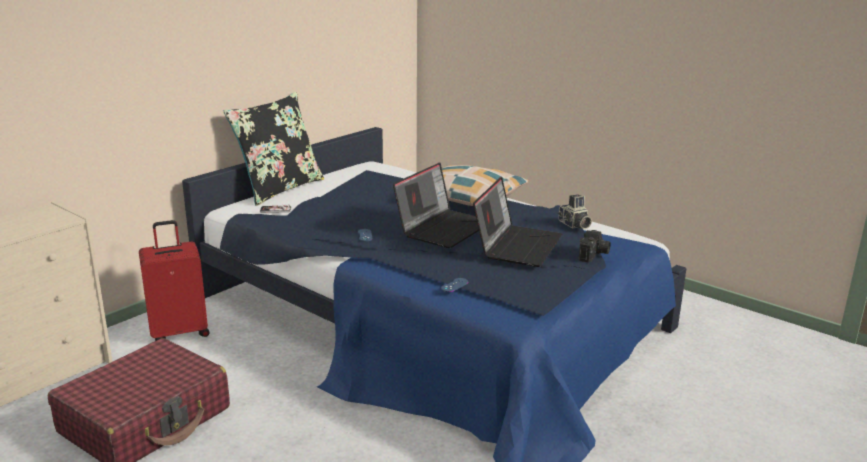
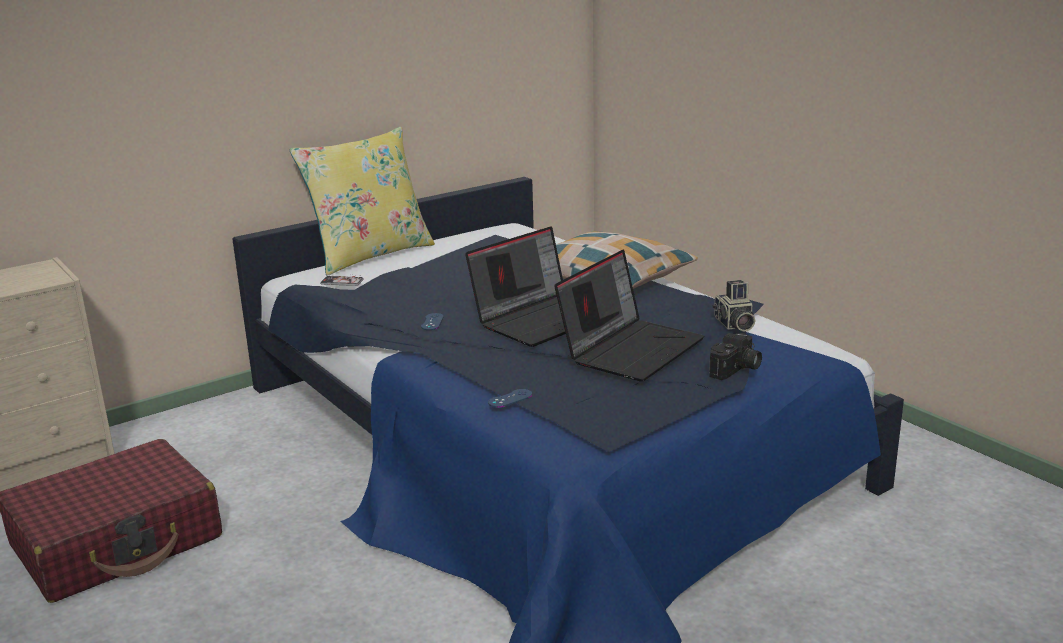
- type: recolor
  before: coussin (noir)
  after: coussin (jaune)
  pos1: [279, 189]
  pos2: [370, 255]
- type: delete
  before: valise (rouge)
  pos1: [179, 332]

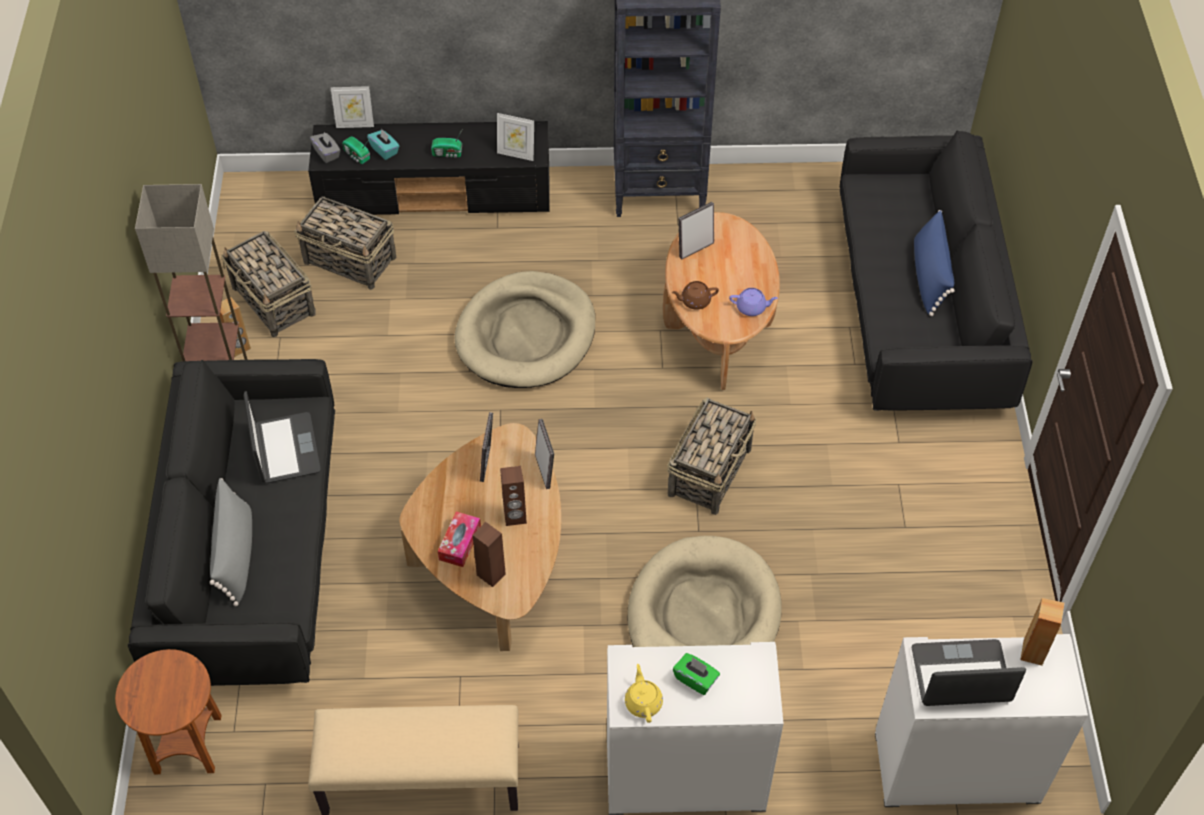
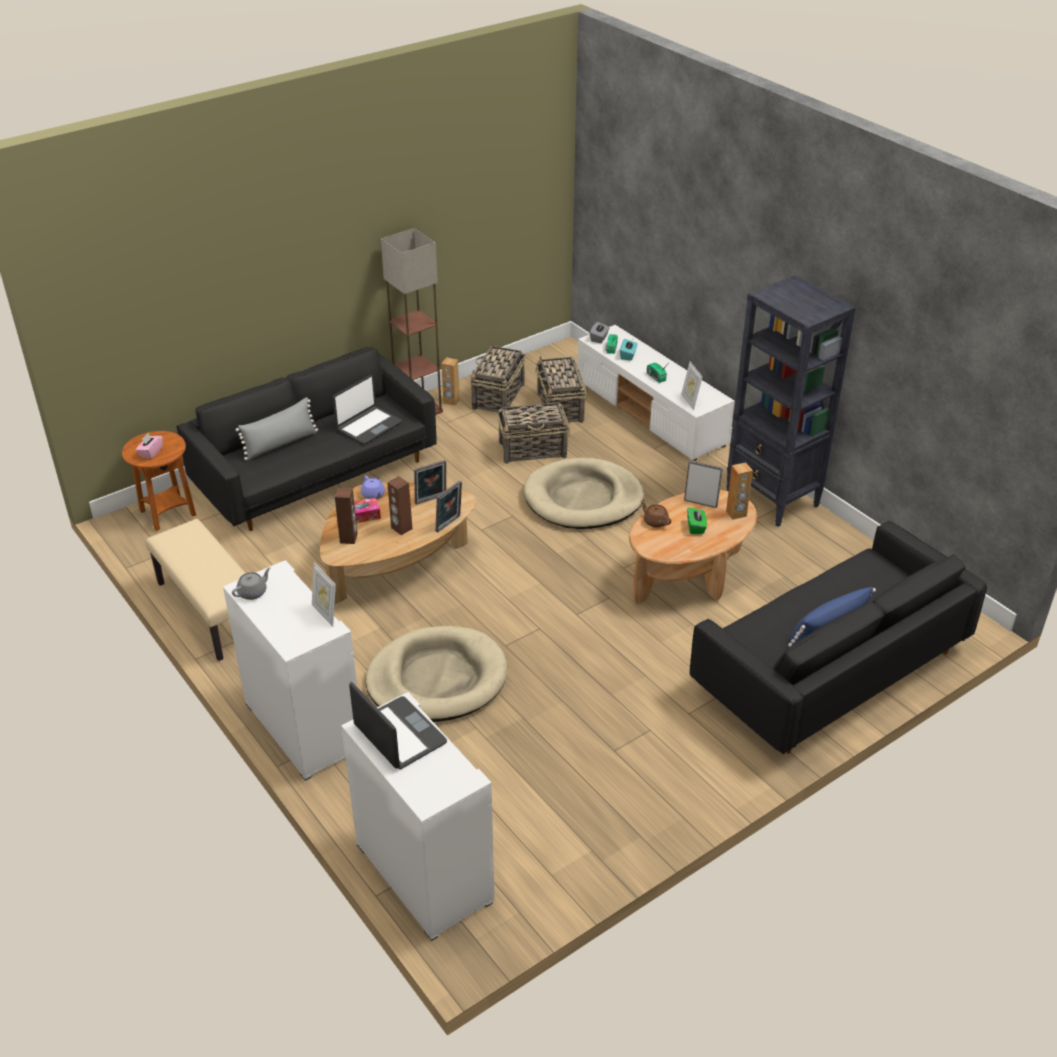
- type: move
  before: cadre photo
  pos1: [355, 124]
  pos2: [326, 614]
- type: recolor
  before: meuble télé (noir)
  after: meuble télé (blanc)
  pos1: [436, 193]
  pos2: [651, 413]
- type: move
  before: théière (violet)
  pos1: [752, 308]
  pos2: [373, 495]
- type: move
  before: panier
  pos1: [710, 471]
  pos2: [533, 450]
- type: move
  before: enceinte (marron)
  pos1: [1033, 652]
  pos2: [736, 514]
- type: move
  before: boîte à mouchoirs (vert)
  pos1: [695, 679]
  pos2: [696, 527]
- type: recolor
  before: théière (jaune)
  after: théière (gris)
  pos1: [643, 702]
  pos2: [253, 592]
- type: insert
  after: boîte à mouchoirs (rose)
  pos2: [151, 452]

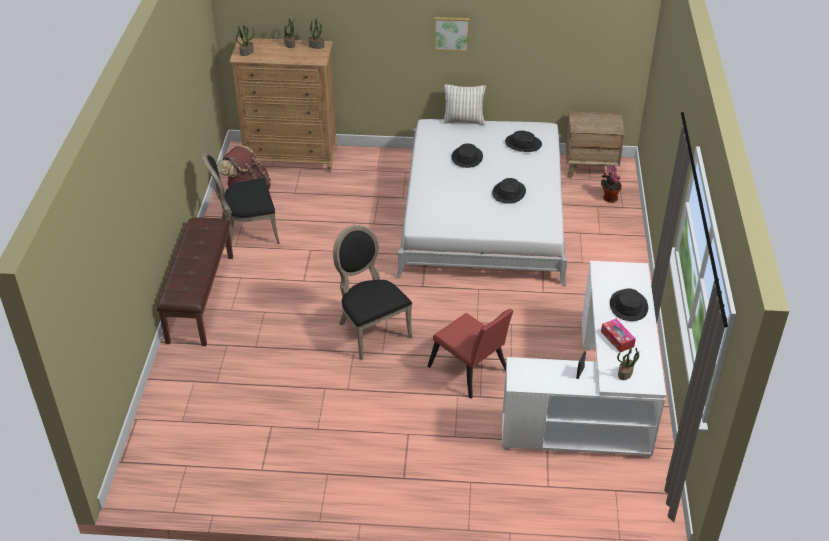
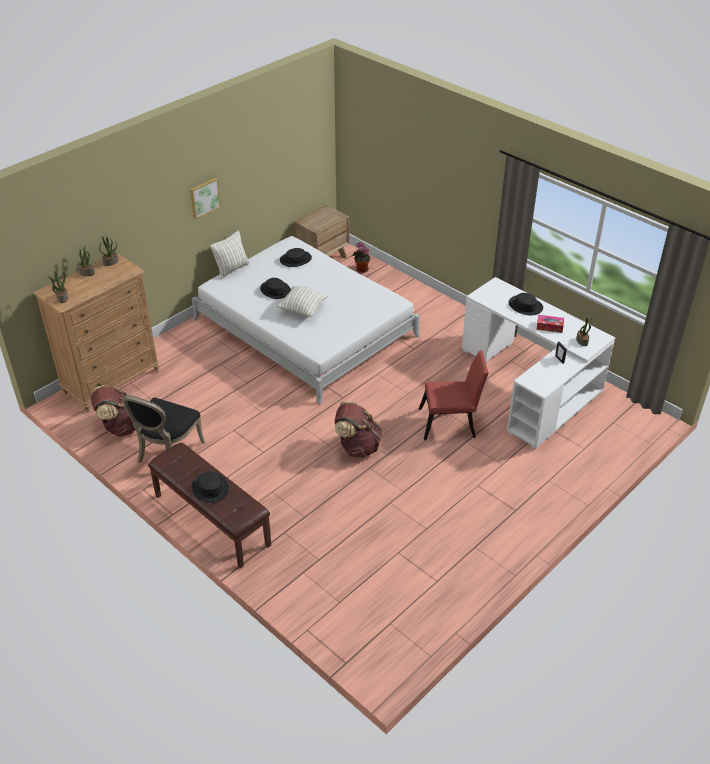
- type: move
  before: chapeau (noir)
  pos1: [508, 192]
  pos2: [210, 488]
- type: replace
  before: chaise (noir)
  after: sac à dos (marron)
  pos1: [371, 330]
  pos2: [357, 447]
- type: insert
  after: coussin
  pos2: [302, 310]

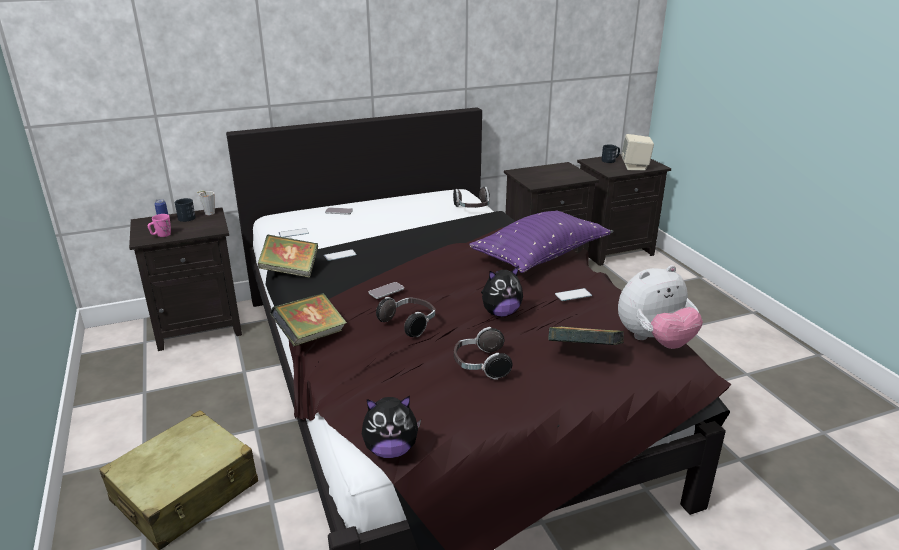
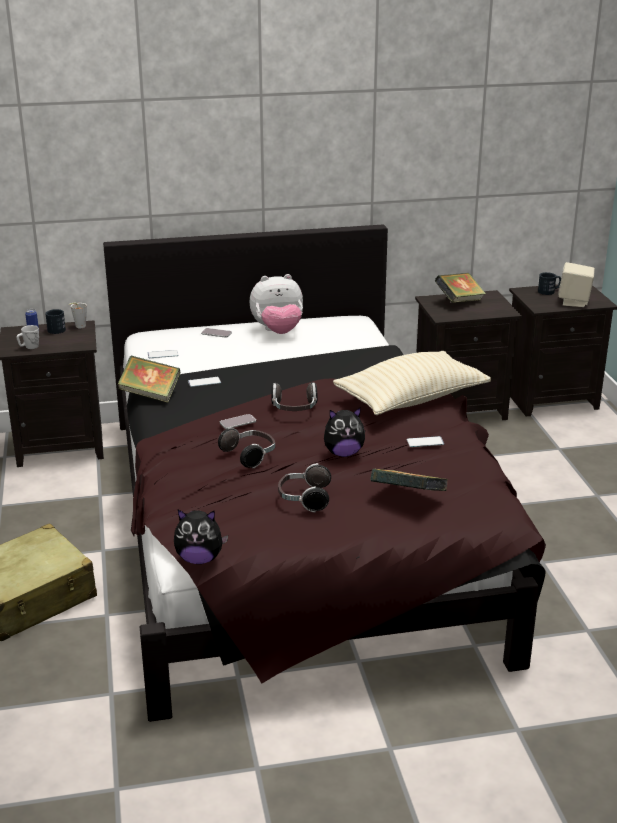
- type: move
  before: casque audio
  pos1: [472, 208]
  pos2: [294, 409]
- type: recolor
  before: coussin (violet)
  after: coussin (beige)
  pos1: [540, 256]
  pos2: [411, 399]
- type: recolor
  before: mug (rose)
  after: mug (blanc)
  pos1: [161, 235]
  pos2: [29, 347]
- type: move
  before: peluche
  pos1: [654, 341]
  pos2: [278, 331]
- type: move
  before: livre
  pos1: [311, 336]
  pos2: [459, 301]

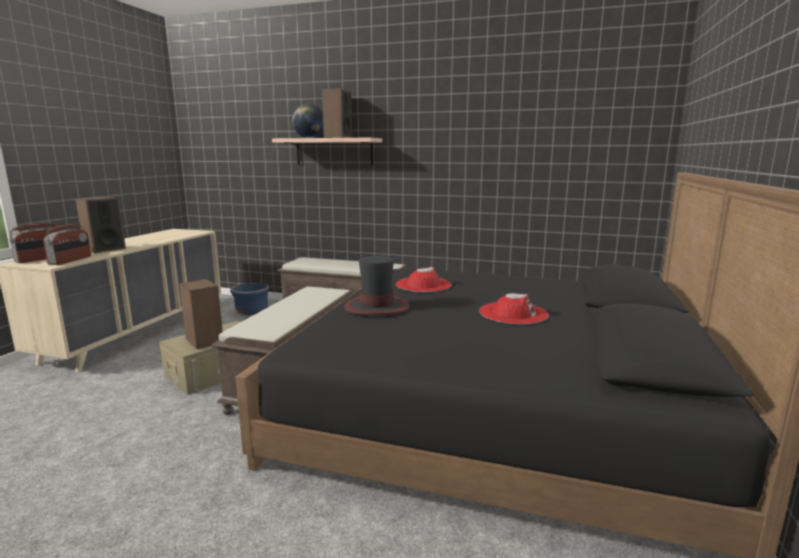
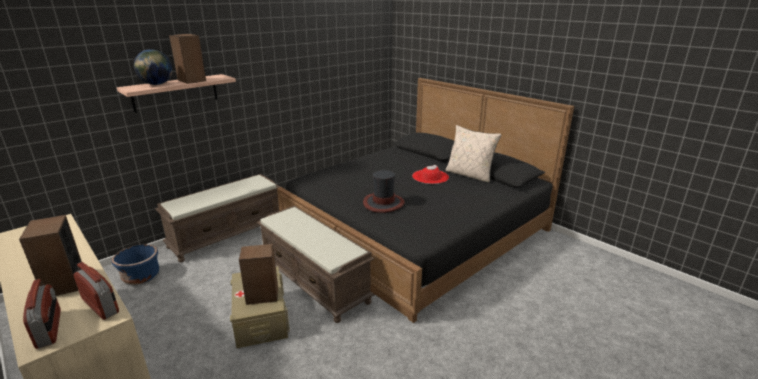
- type: delete
  before: chapeau (rouge)
  pos1: [423, 285]
- type: insert
  after: coussin (beige)
  pos2: [469, 175]

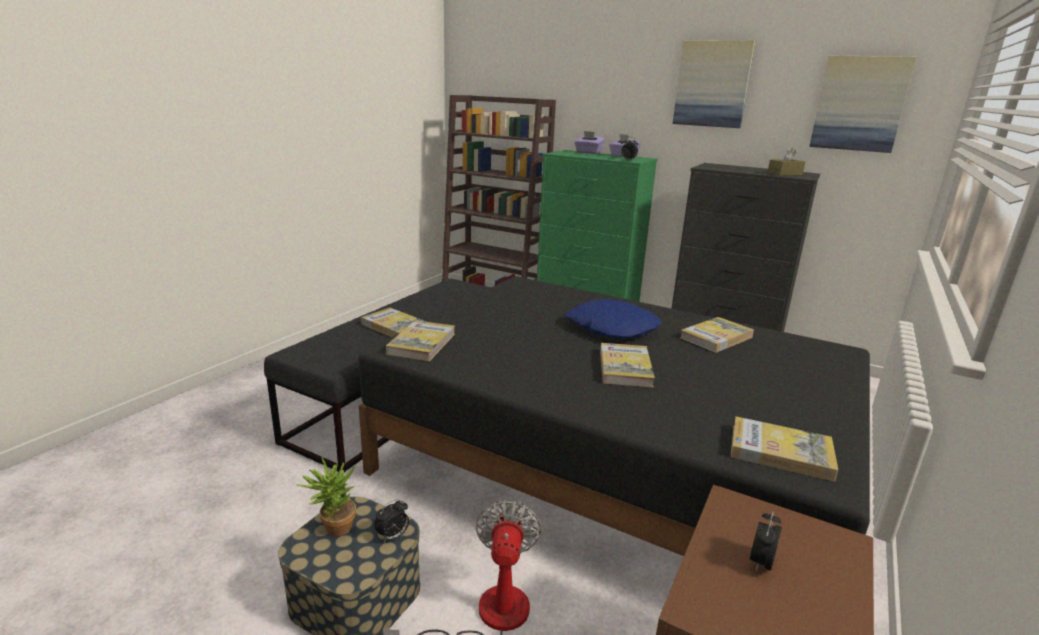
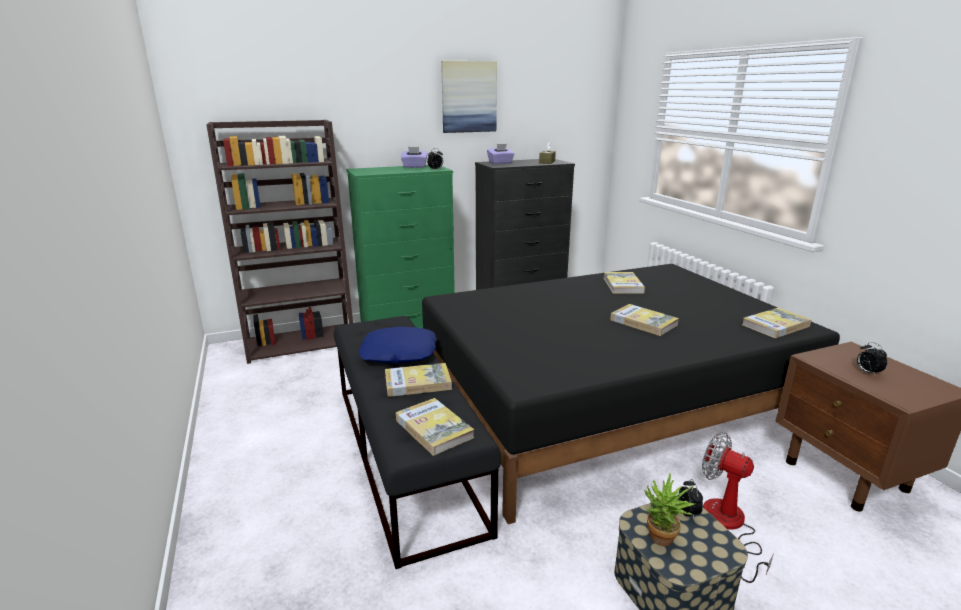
- type: delete
  before: tableau
  pos1: [860, 104]
- type: move
  before: boîte à mouchoirs (violet)
  pos1: [588, 153]
  pos2: [500, 163]
- type: move
  before: coussin (bleu)
  pos1: [611, 328]
  pos2: [398, 353]
- type: move
  before: livre
  pos1: [422, 343]
  pos2: [434, 429]

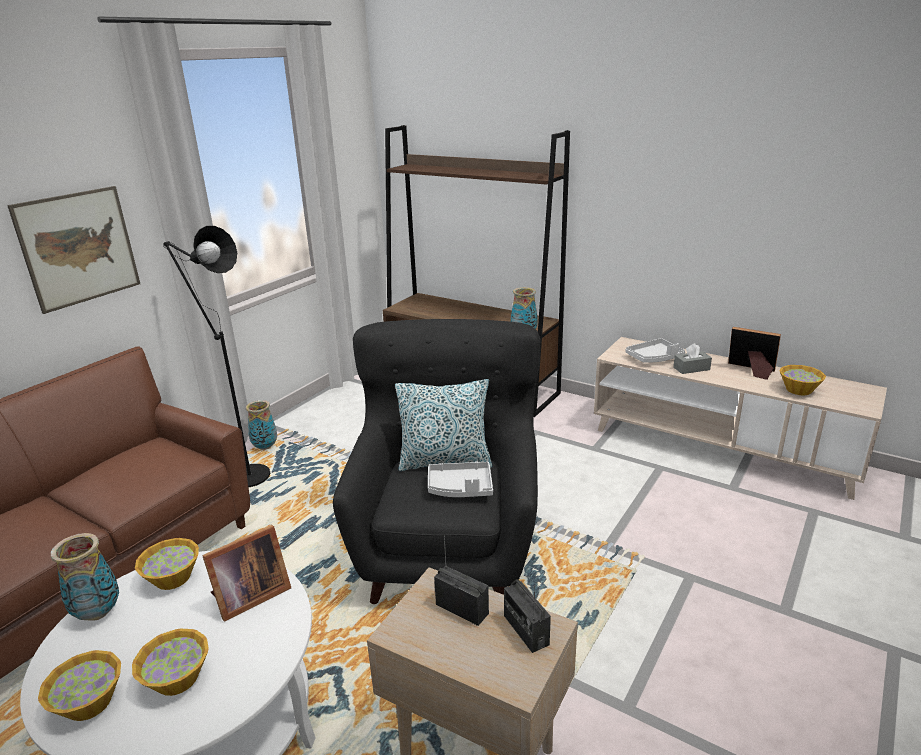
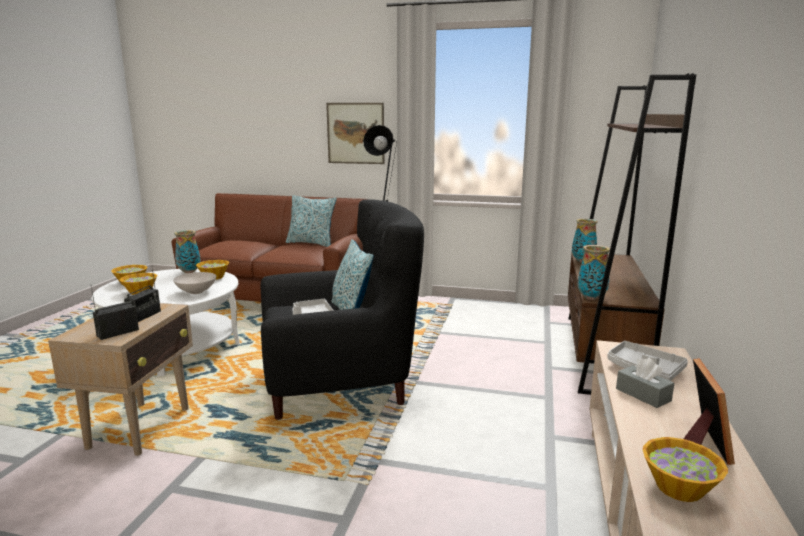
- type: move
  before: vase
  pos1: [265, 447]
  pos2: [582, 261]
- type: replace
  before: cadre photo
  after: bol (blanc)
  pos1: [248, 597]
  pos2: [197, 292]
- type: insert
  after: coussin
  pos2: [311, 243]

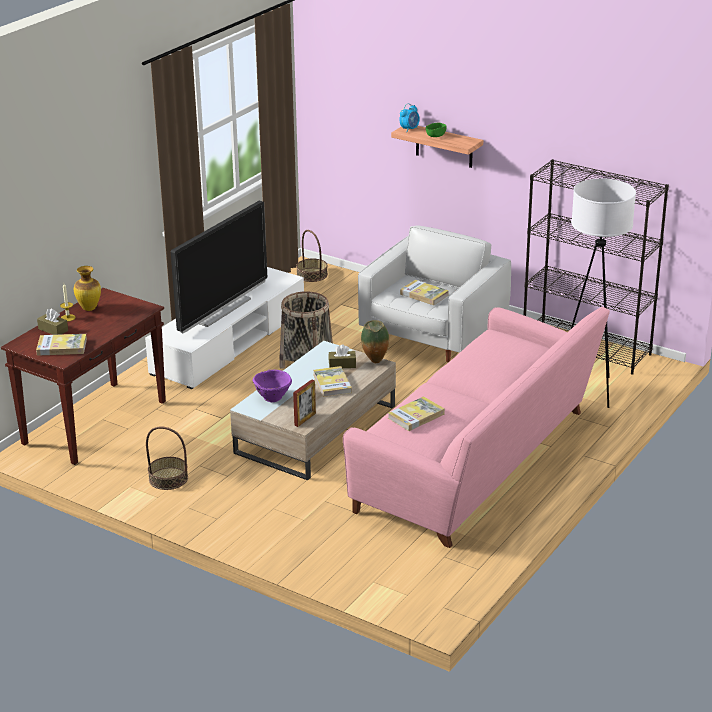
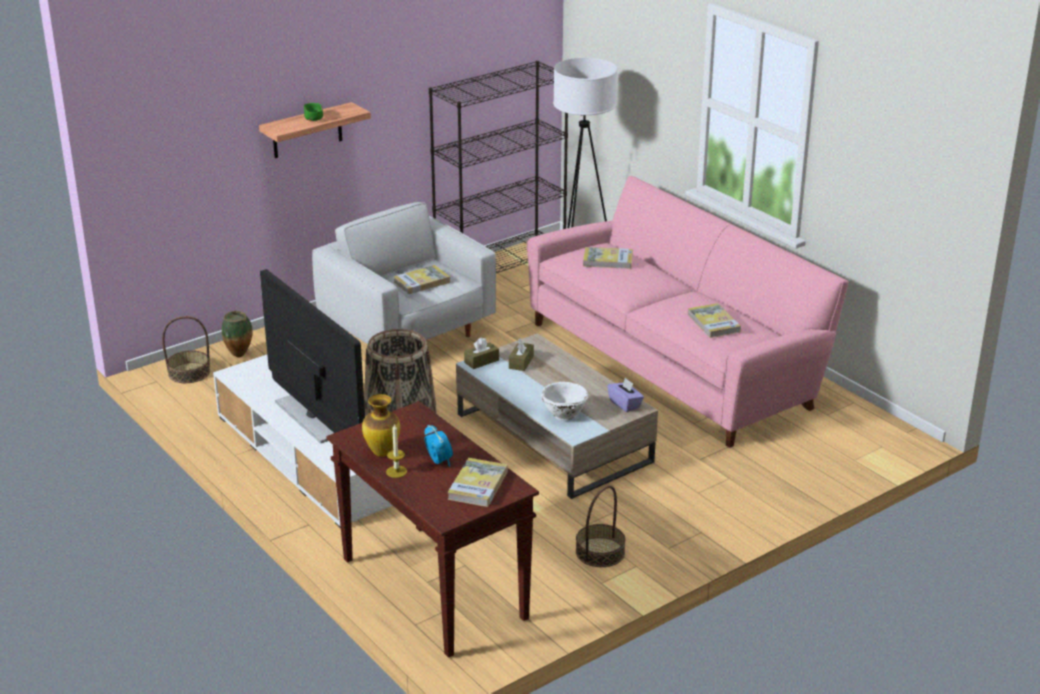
- type: move
  before: réveil
  pos1: [409, 129]
  pos2: [439, 461]
- type: move
  before: boîte à mouchoirs (marron)
  pos1: [53, 330]
  pos2: [481, 361]
- type: move
  before: vase
  pos1: [375, 362]
  pos2: [240, 356]
- type: move
  before: livre
  pos1: [332, 384]
  pos2: [607, 260]
- type: recolor
  before: bol (violet)
  after: bol (blanc)
  pos1: [273, 397]
  pos2: [564, 414]
- type: replace
  before: cadre photo
  after: boîte à mouchoirs (violet)
  pos1: [305, 419]
  pos2: [625, 404]

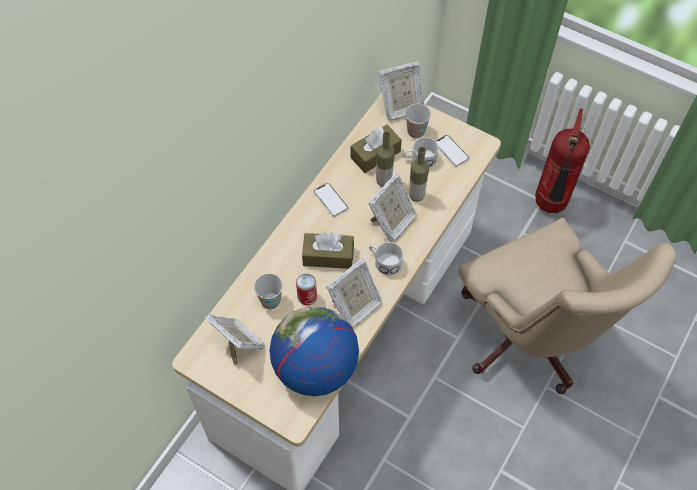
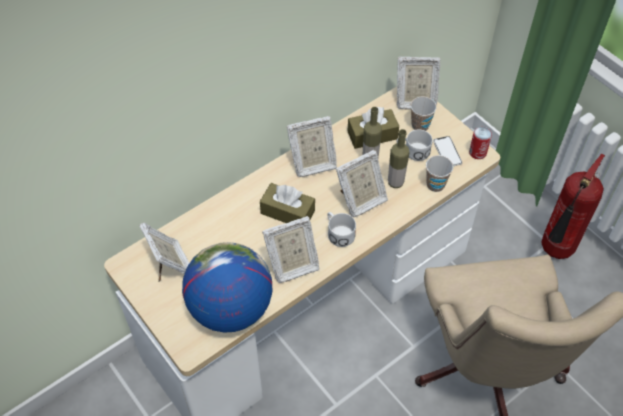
- type: replace
  before: téléphone
  after: cadre photo
  pos1: [330, 200]
  pos2: [312, 163]
- type: move
  before: tasse
  pos1: [270, 301]
  pos2: [435, 185]
- type: move
  before: boîte métallique
  pos1: [307, 297]
  pos2: [477, 152]

